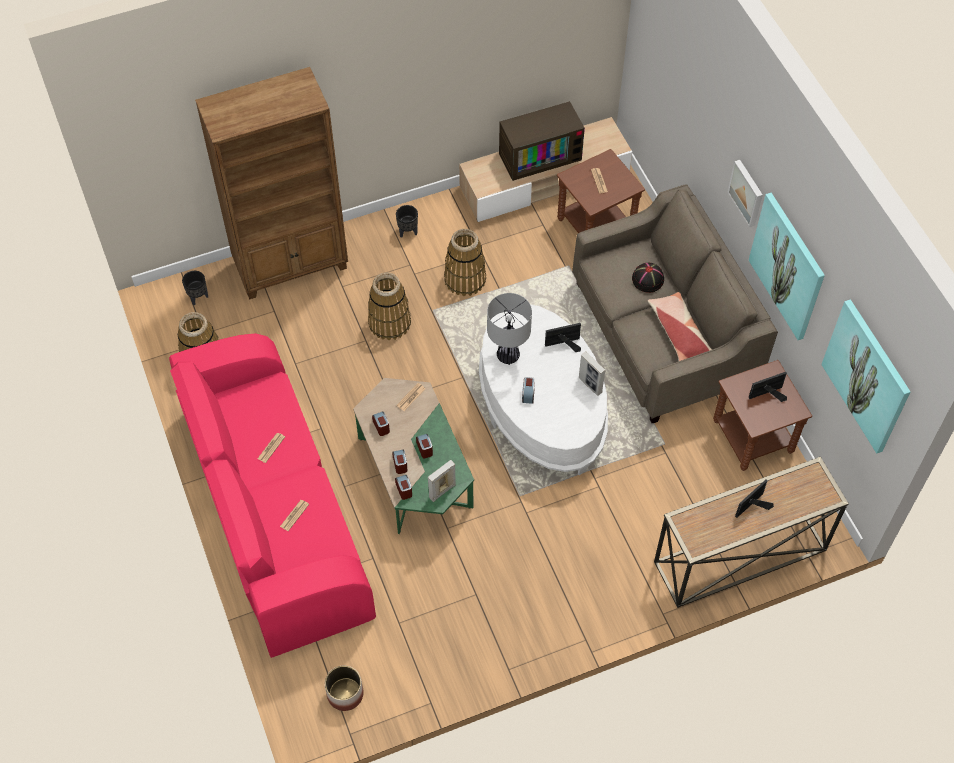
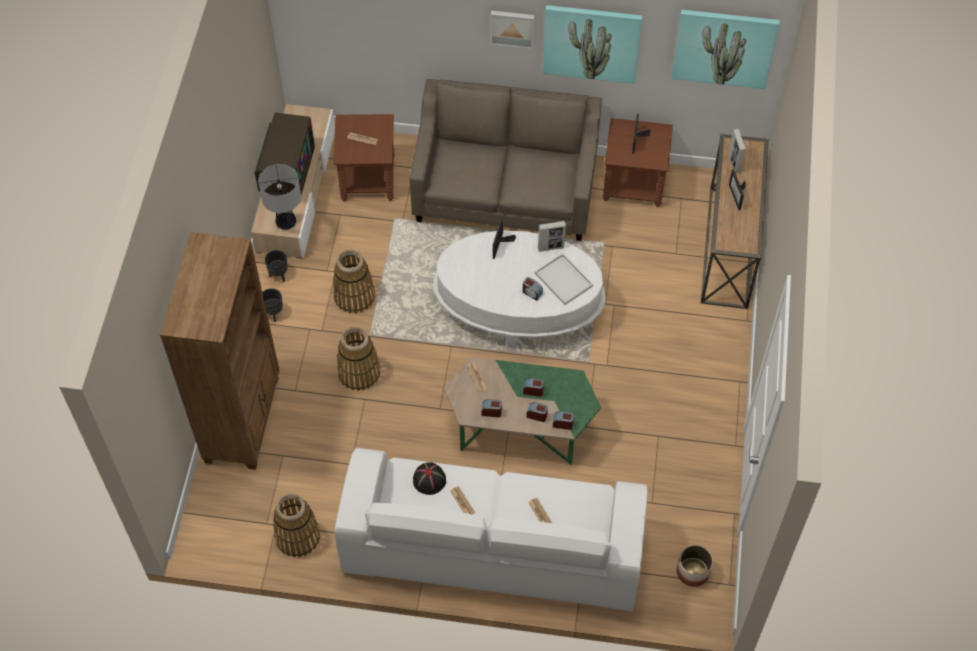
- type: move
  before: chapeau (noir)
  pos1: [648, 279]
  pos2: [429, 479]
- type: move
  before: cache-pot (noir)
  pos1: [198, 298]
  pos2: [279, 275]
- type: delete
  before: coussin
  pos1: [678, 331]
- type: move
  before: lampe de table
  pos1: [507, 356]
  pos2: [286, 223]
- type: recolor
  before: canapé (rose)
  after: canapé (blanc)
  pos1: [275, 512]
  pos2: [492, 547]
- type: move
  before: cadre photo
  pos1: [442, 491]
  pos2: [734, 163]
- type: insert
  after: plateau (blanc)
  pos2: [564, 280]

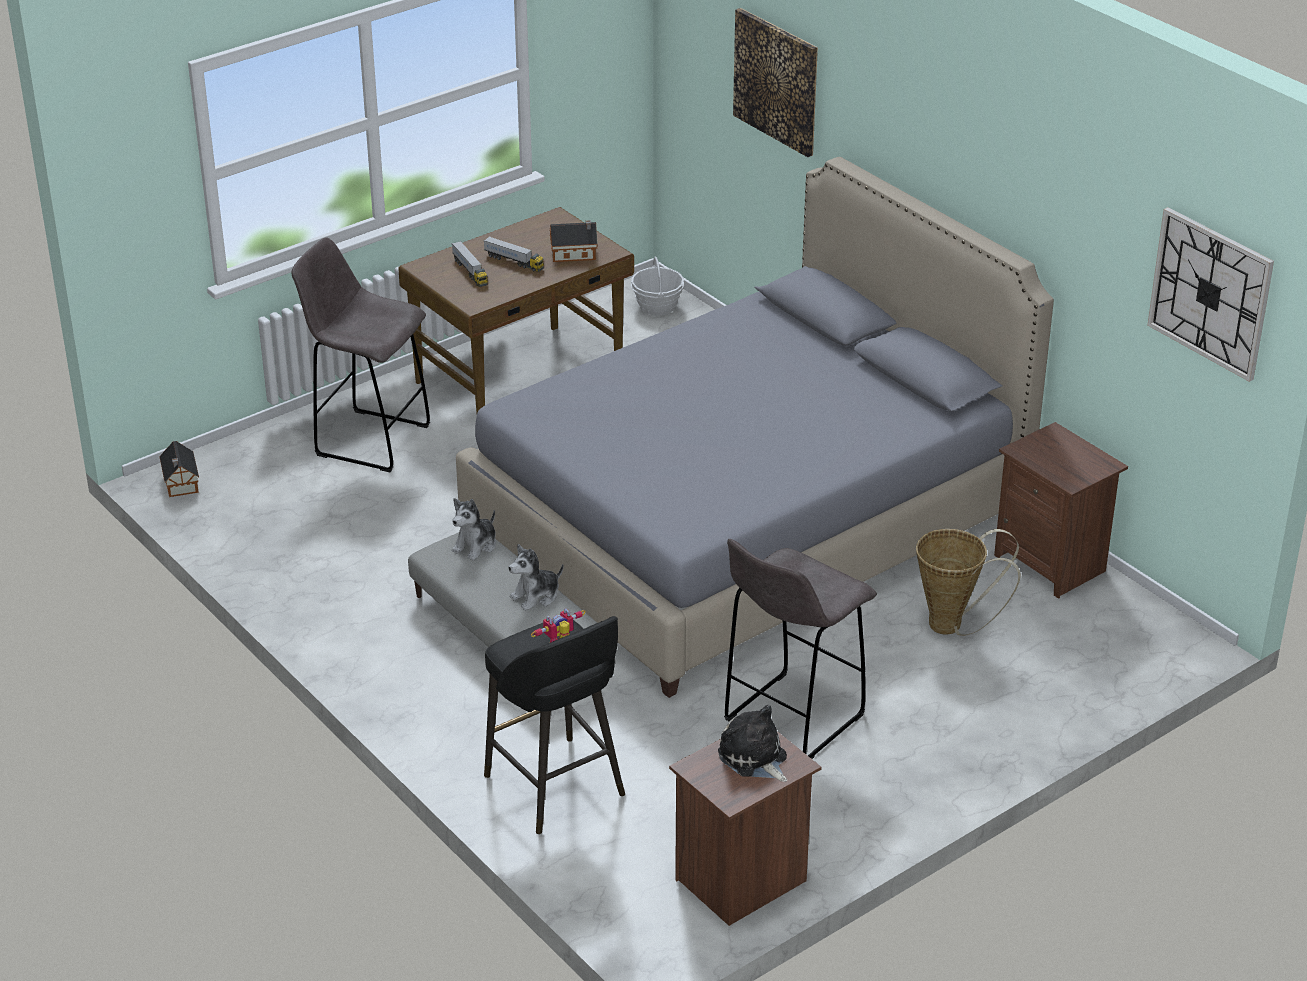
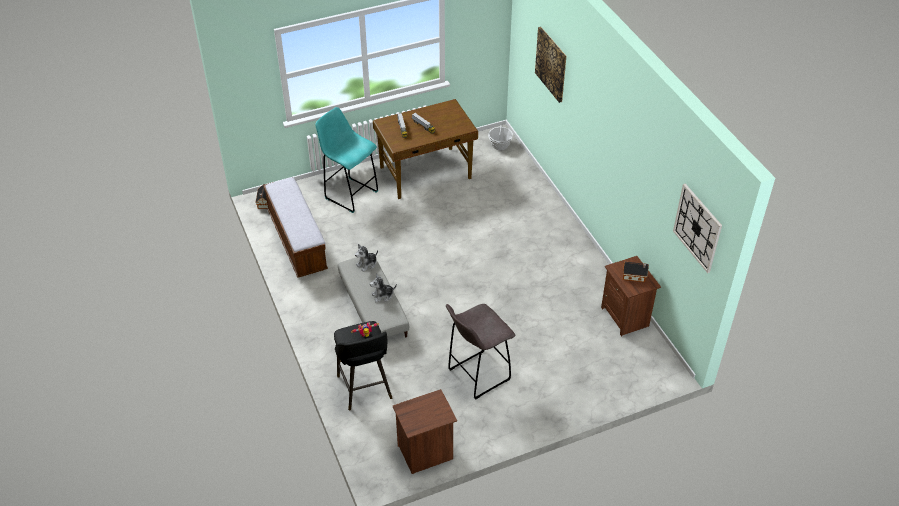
- type: delete
  before: lit (gris)
  pos1: [745, 524]
- type: move
  before: maison miniature
  pos1: [575, 254]
  pos2: [635, 276]
- type: recolor
  before: tabouret (gris)
  after: tabouret (turquoise)
  pos1: [369, 440]
  pos2: [350, 194]
- type: delete
  before: panier
  pos1: [953, 626]
- type: delete
  before: peluche
  pos1: [754, 758]
- type: insert
  after: banc
  pos2: [297, 241]

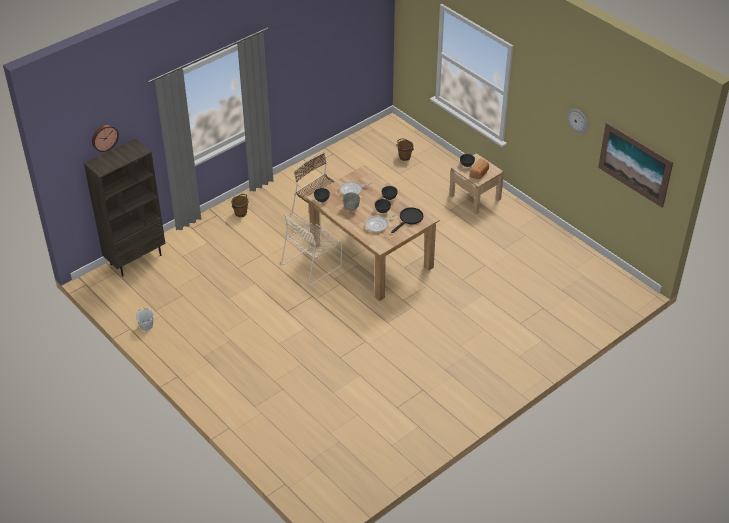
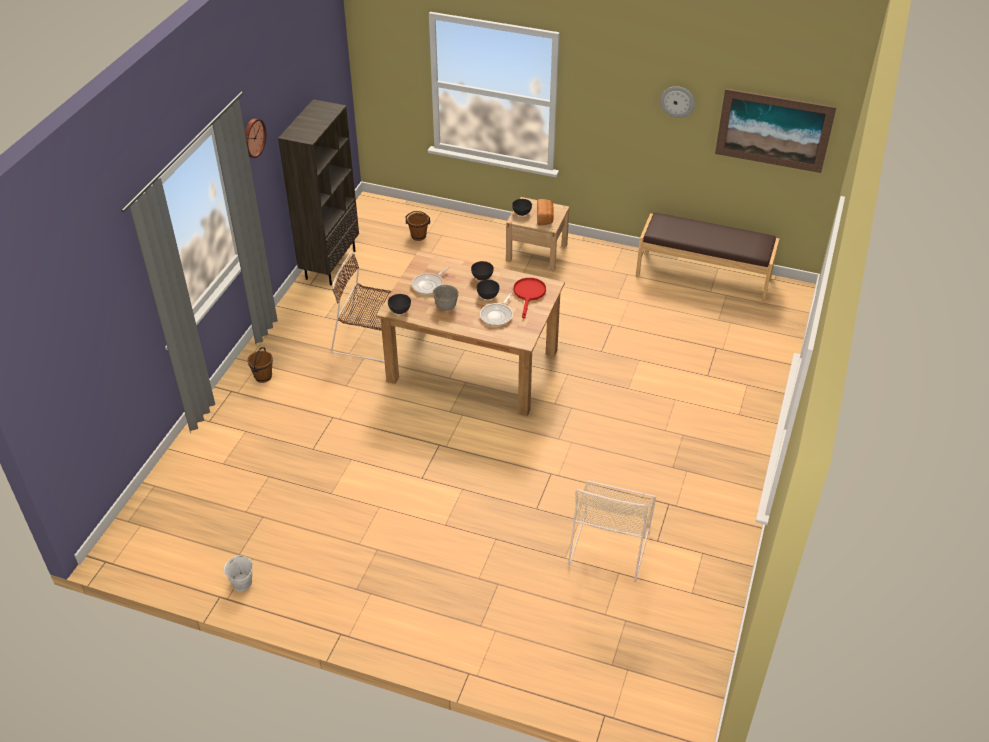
- type: move
  before: horloge murale
  pos1: [104, 137]
  pos2: [252, 137]
- type: move
  before: bibliothèque (marron)
  pos1: [136, 259]
  pos2: [330, 264]
- type: recolor
  before: poêle (noir)
  after: poêle (rouge)
  pos1: [409, 219]
  pos2: [529, 294]
- type: move
  before: chaise (beige)
  pos1: [313, 264]
  pos2: [610, 544]
- type: insert
  after: banc (marron)
  pos2: [703, 276]

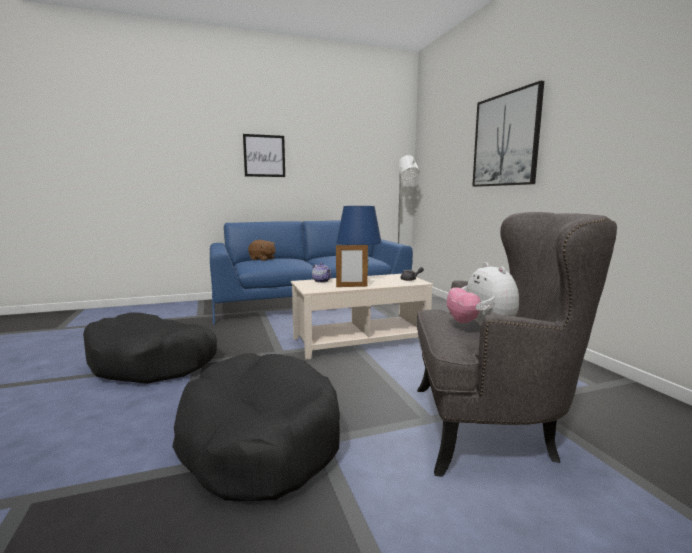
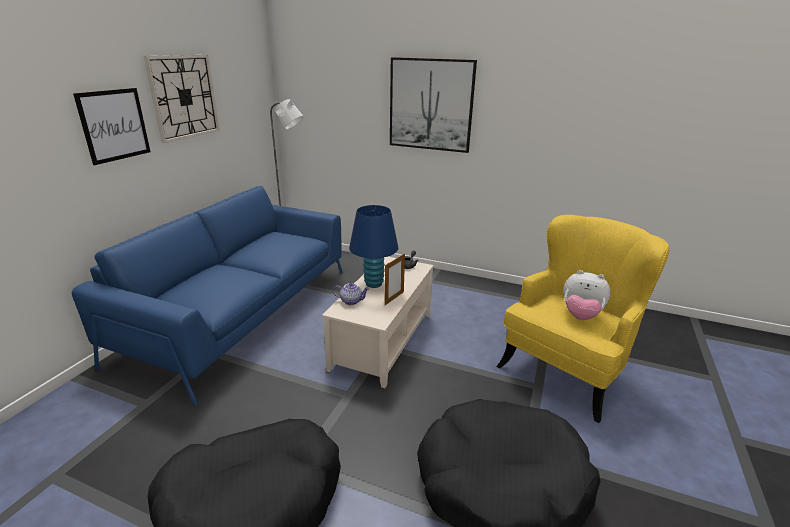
- type: recolor
  before: fauteuil (gris)
  after: fauteuil (jaune)
  pos1: [491, 428]
  pos2: [565, 370]
- type: delete
  before: peluche (marron)
  pos1: [262, 259]
- type: insert
  after: horloge murale
  pos2: [184, 97]

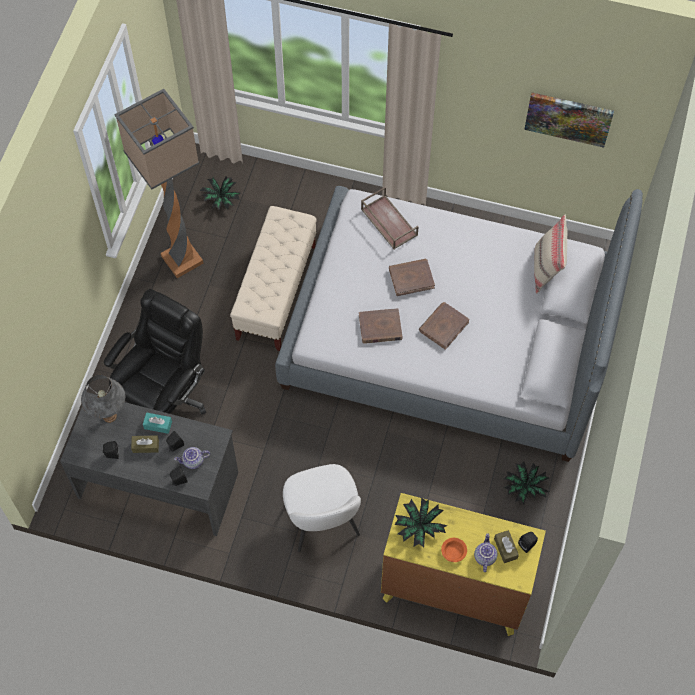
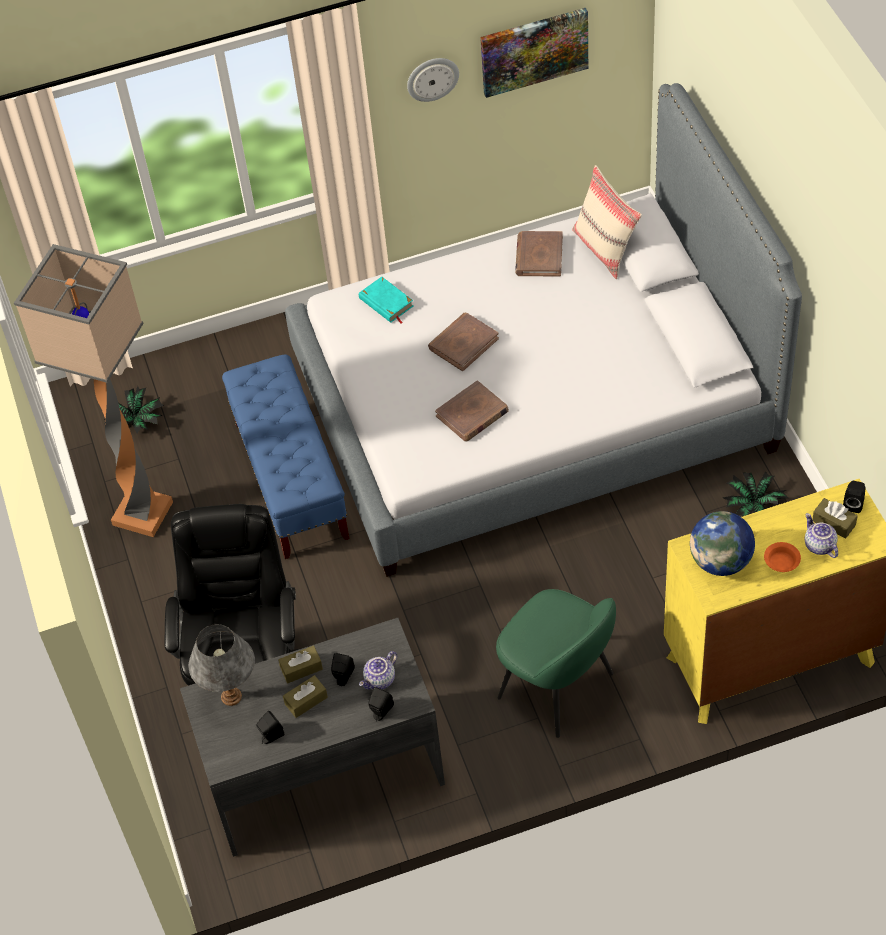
- type: replace
  before: plateau (marron)
  after: livre (turquoise)
  pos1: [388, 222]
  pos2: [386, 303]
- type: recolor
  before: banc (beige)
  after: banc (bleu)
  pos1: [276, 293]
  pos2: [291, 481]
- type: move
  before: livre (marron)
  pos1: [443, 326]
  pos2: [539, 256]
- type: recolor
  before: boîte à mouchoirs (turquoise)
  after: boîte à mouchoirs (marron)
  pos1: [158, 425]
  pos2: [301, 668]
- type: recolor
  before: chaise (blanc)
  after: chaise (vert)
  pos1: [322, 522]
  pos2: [558, 687]
- type: replace
  before: plante en pot
  after: globe
  pos1: [419, 527]
  pos2: [721, 561]
- type: insert
  after: horloge murale
  pos2: [432, 78]

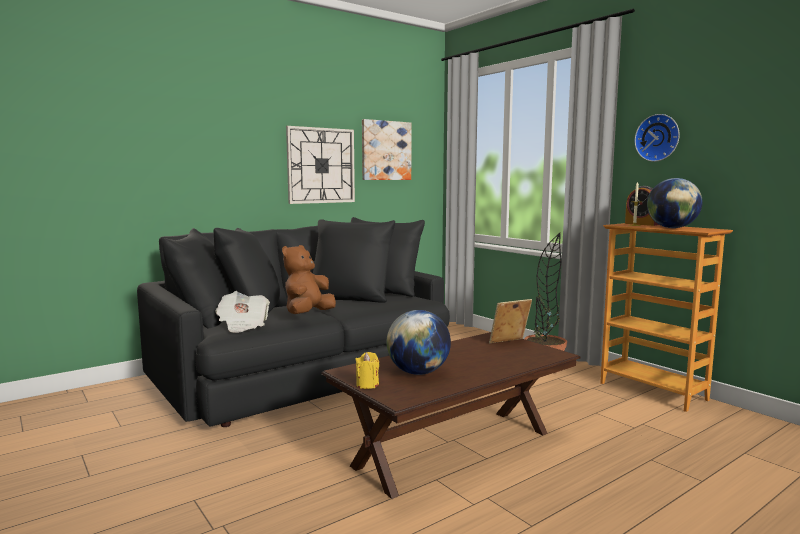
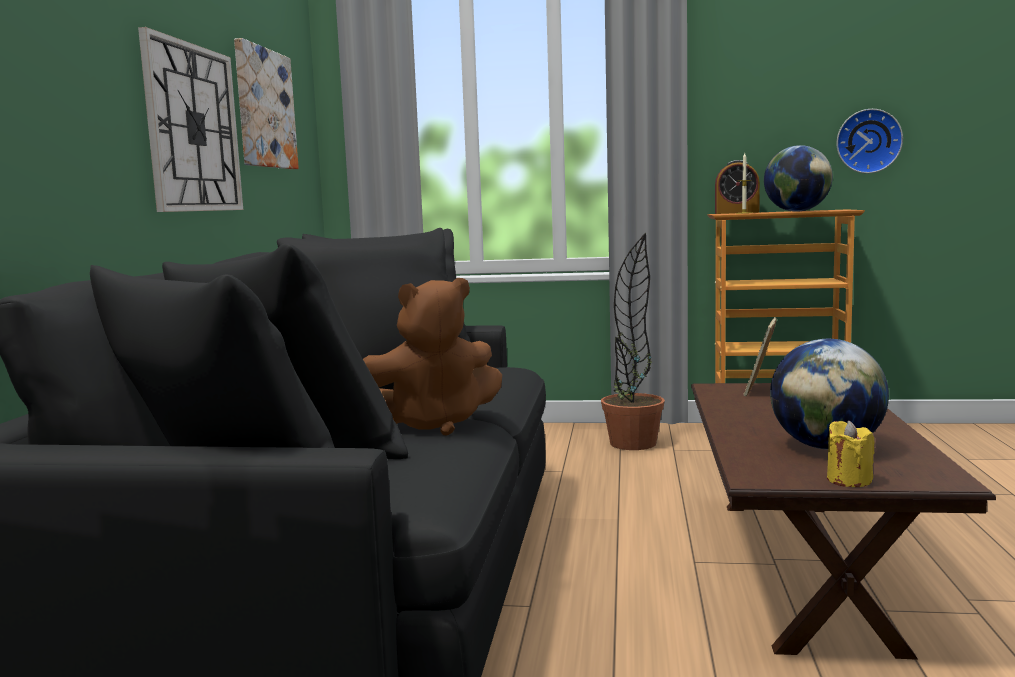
- type: move
  before: horloge murale
  pos1: [658, 138]
  pos2: [868, 141]
- type: rotate
  before: peluche (marron)
  pos1: [308, 314]
  pos2: [433, 424]
  turn: -90
- type: delete
  before: journal
  pos1: [243, 325]

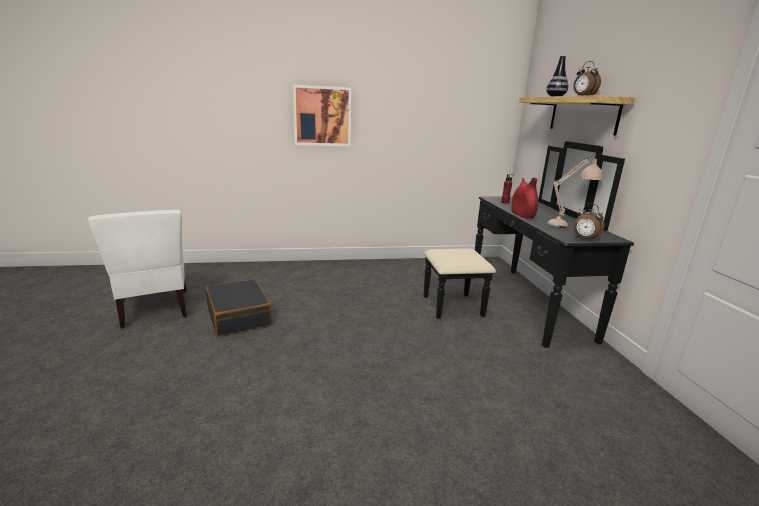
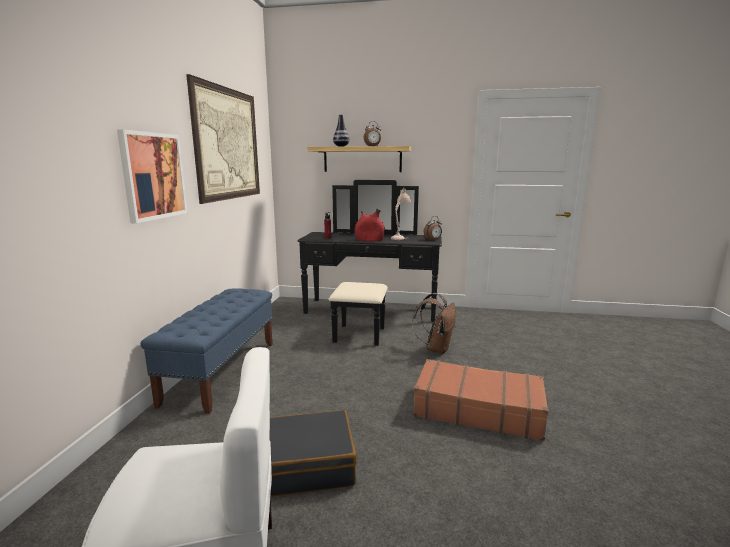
- type: insert
  after: tableau
  pos2: [228, 144]
- type: insert
  after: banc (bleu)
  pos2: [222, 371]
- type: insert
  after: sac à dos (marron)
  pos2: [436, 348]
- type: insert
  after: valise (marron)
  pos2: [477, 409]

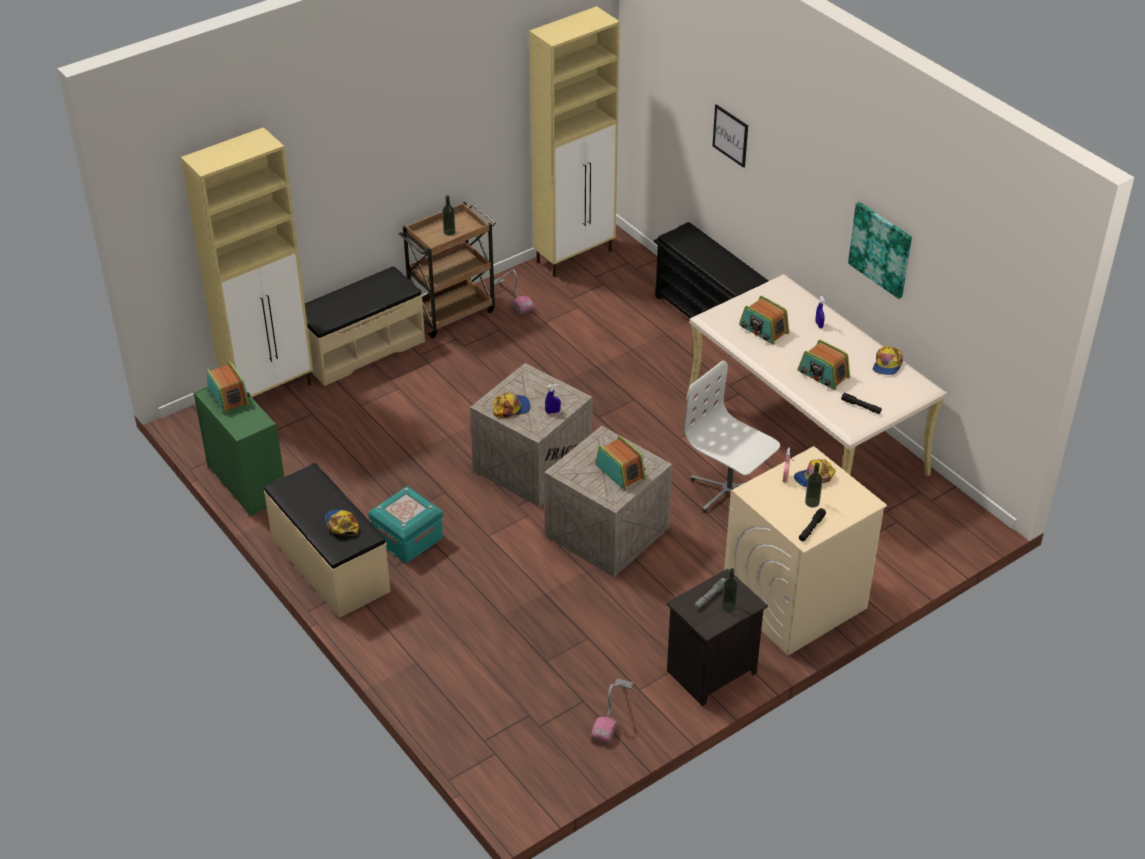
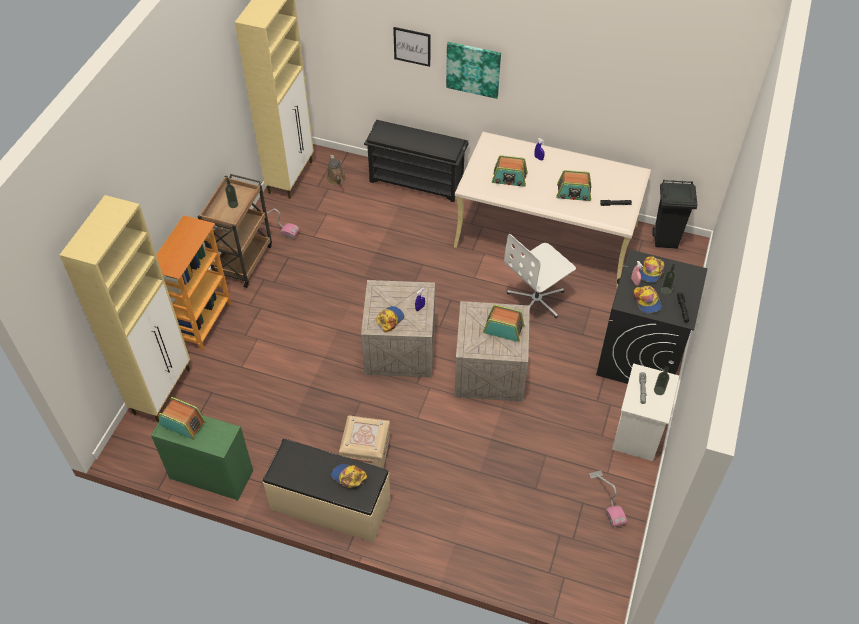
- type: move
  before: tableau
  pos1: [881, 249]
  pos2: [473, 69]
- type: replace
  before: banc (beige)
  after: bibliothèque
  pos1: [361, 350]
  pos2: [203, 322]
- type: move
  before: casquette
  pos1: [887, 364]
  pos2: [646, 301]
- type: rotate
  before: chaise de bureau (blanc)
  pos1: [728, 491]
  pos2: [536, 300]
  turn: -45
- type: recolor
  before: lave-linge (beige)
  after: lave-linge (noir)
  pos1: [794, 602]
  pos2: [640, 355]
- type: recolor
  before: boîte de rangement (turquoise)
  after: boîte de rangement (beige)
  pos1: [407, 538]
  pos2: [366, 452]
- type: recolor
  before: table de chevet (noir)
  after: table de chevet (blanc)
  pos1: [711, 673]
  pos2: [638, 434]
- type: insert
  after: arrosoir (marron)
  pos2: [337, 179]
- type: insert
  after: poubelle (noir)
  pos2: [666, 240]

